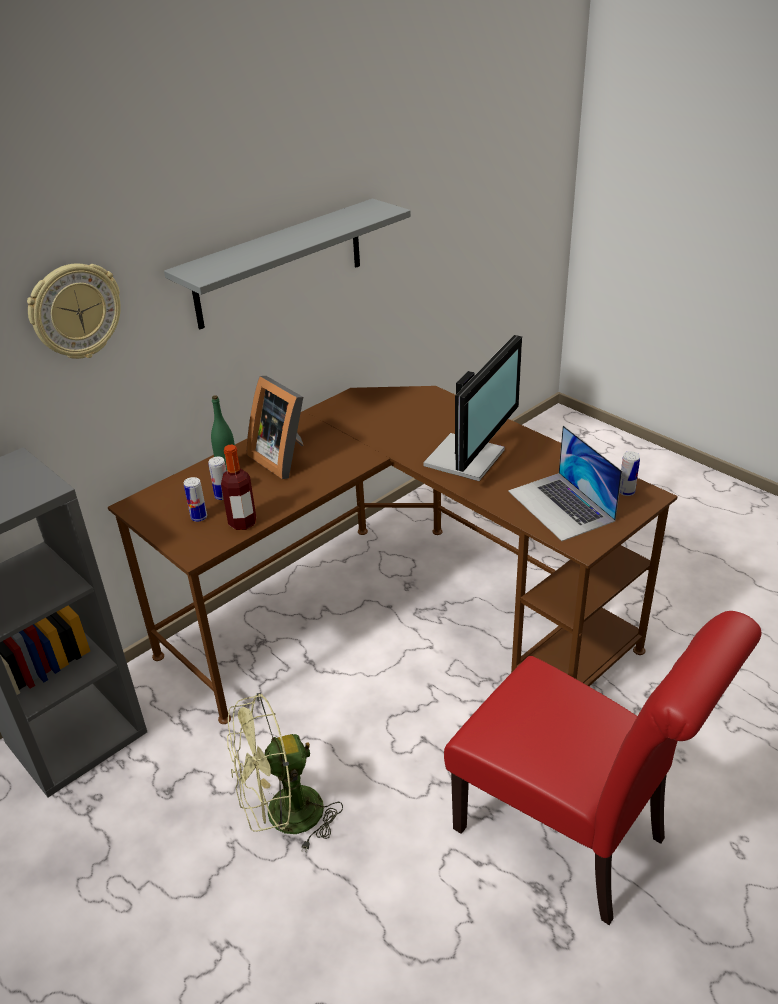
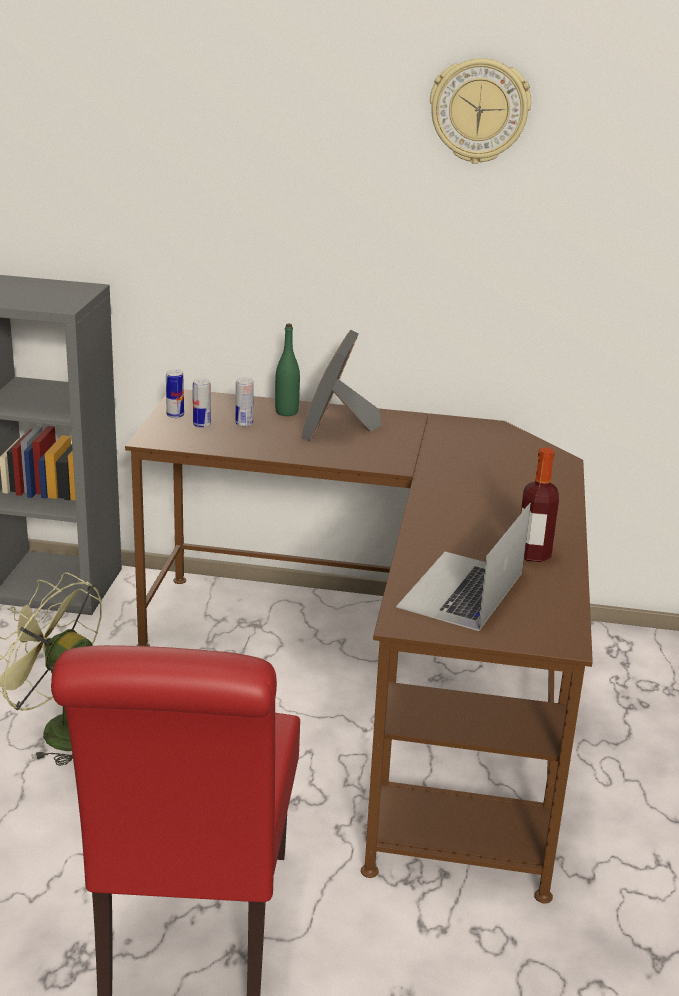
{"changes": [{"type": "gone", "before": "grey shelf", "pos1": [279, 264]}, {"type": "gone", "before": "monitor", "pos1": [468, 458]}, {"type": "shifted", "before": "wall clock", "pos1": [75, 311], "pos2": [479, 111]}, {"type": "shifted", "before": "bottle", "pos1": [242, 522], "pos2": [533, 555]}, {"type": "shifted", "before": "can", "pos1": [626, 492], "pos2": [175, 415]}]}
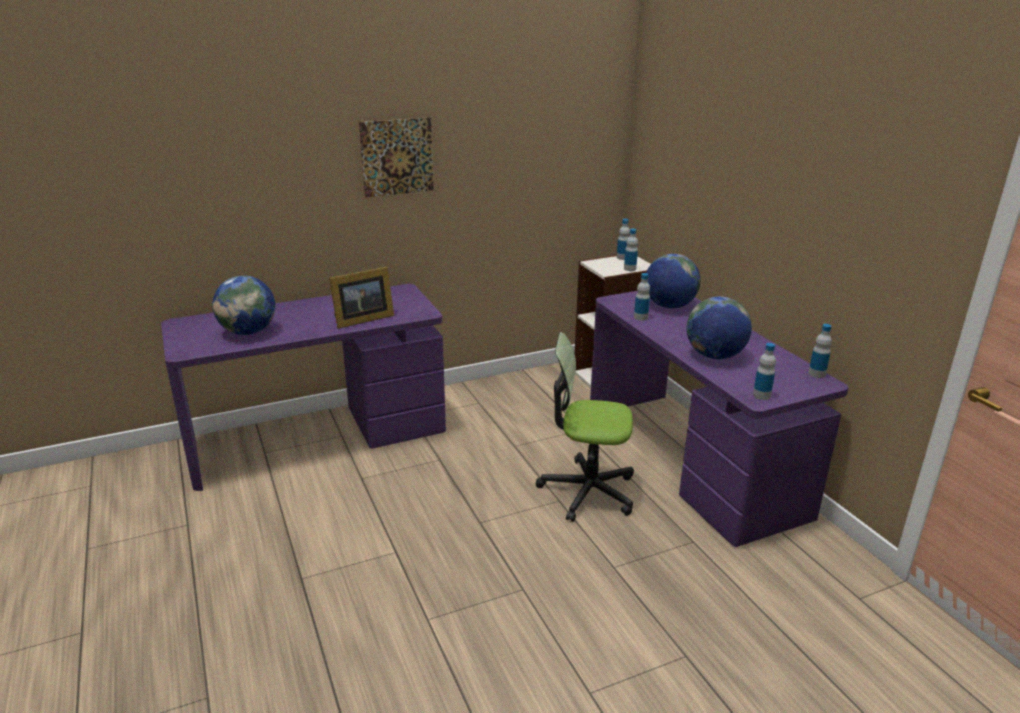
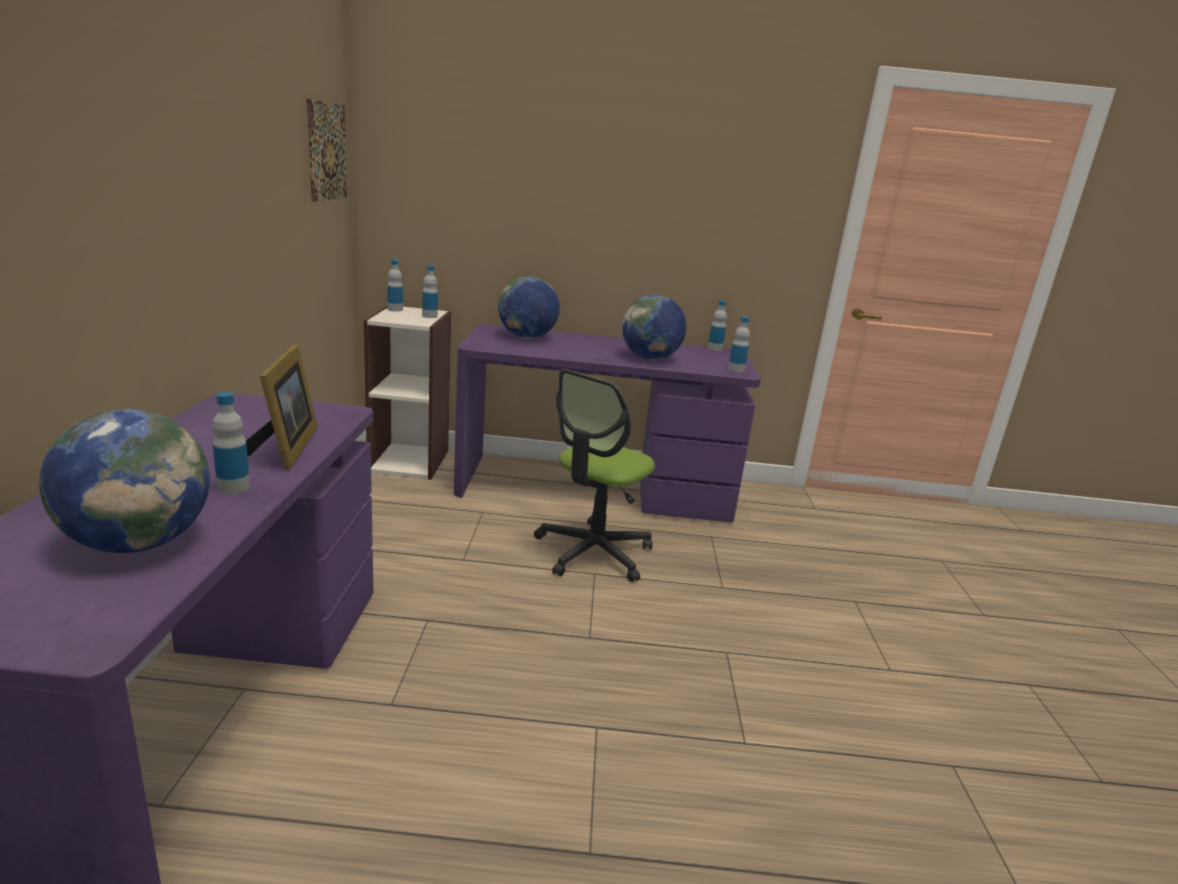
{"changes": [{"type": "shifted", "before": "picture", "pos1": [397, 157], "pos2": [327, 151]}, {"type": "shifted", "before": "bottle", "pos1": [640, 317], "pos2": [233, 487]}]}
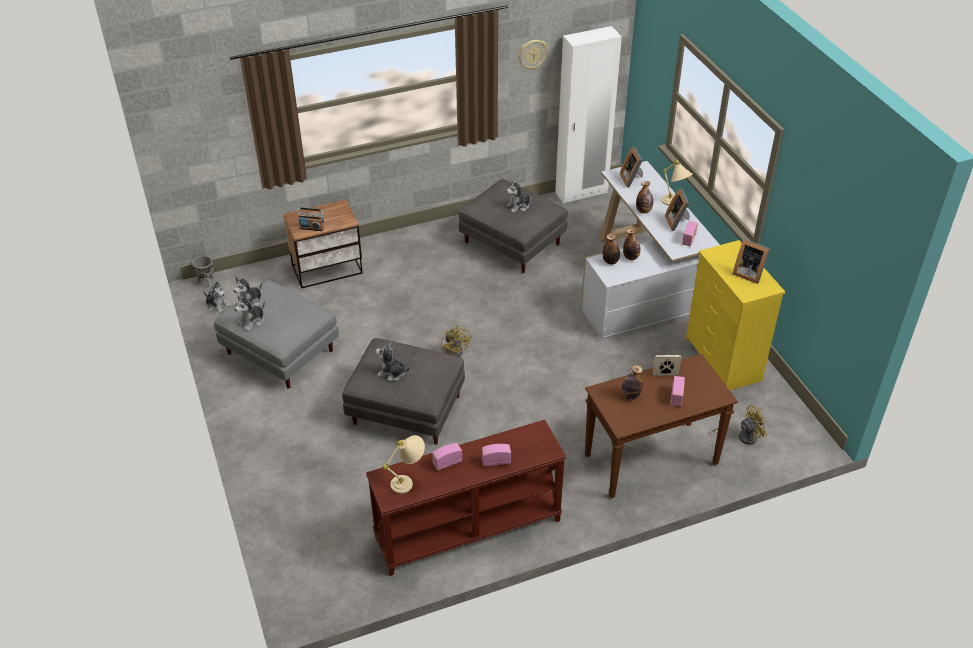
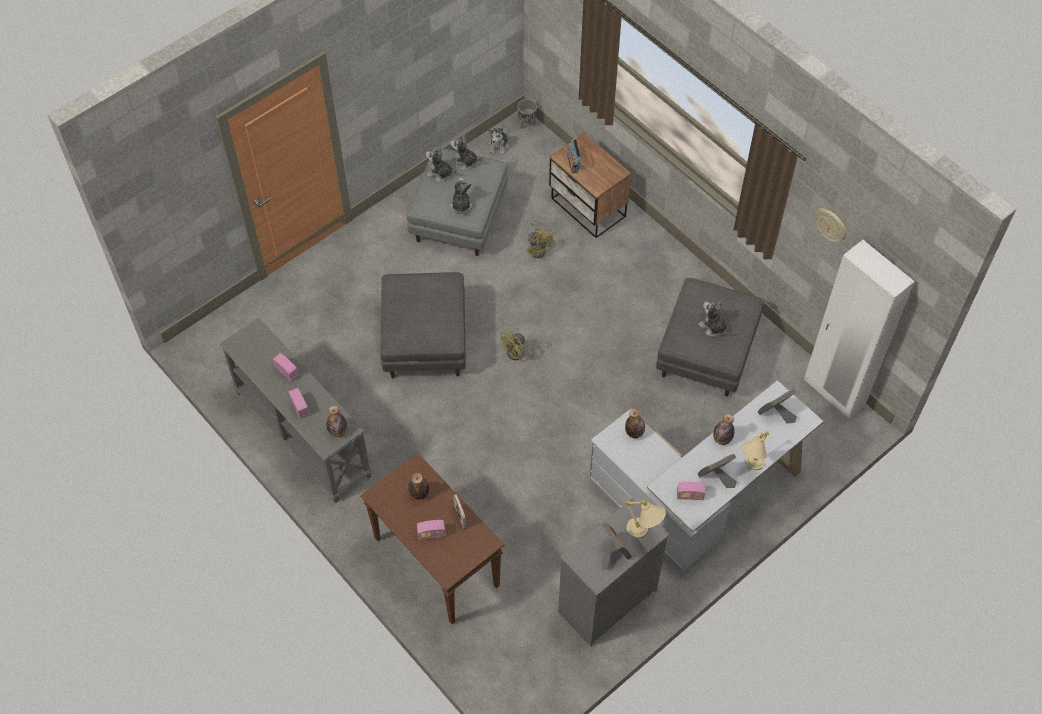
{"changes": [{"type": "shifted", "before": "plush toy", "pos1": [392, 373], "pos2": [461, 205]}, {"type": "shifted", "before": "beige table lamp", "pos1": [409, 481], "pos2": [643, 533]}, {"type": "shifted", "before": "bottle", "pos1": [631, 257], "pos2": [338, 431]}, {"type": "shifted", "before": "yellow fan", "pos1": [743, 436], "pos2": [538, 248]}, {"type": "repainted", "before": "brown console table", "after": "grey console table", "pos1": [468, 530], "pos2": [301, 434]}, {"type": "repainted", "before": "yellow dresser", "after": "grey dresser", "pos1": [723, 360], "pos2": [606, 601]}, {"type": "rotated", "before": "picture frame", "pos1": [748, 273], "pos2": [612, 553], "turn": 135}]}
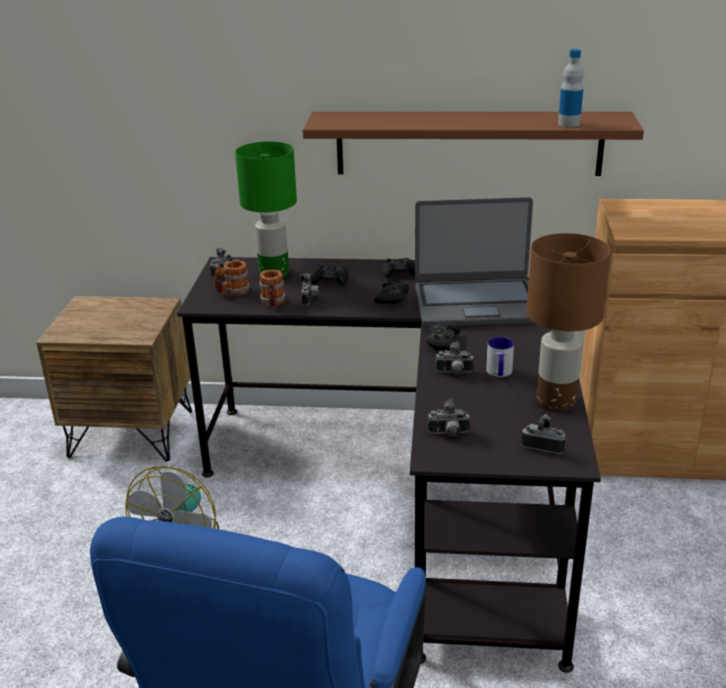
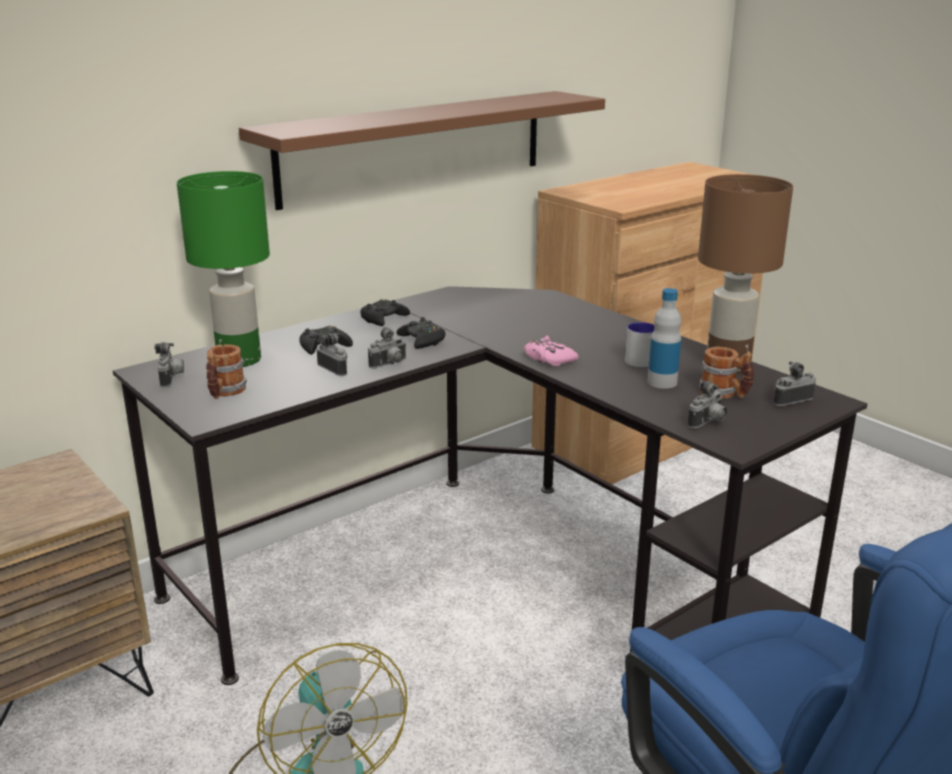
{"changes": [{"type": "gone", "before": "laptop", "pos1": [476, 304]}, {"type": "shifted", "before": "mug", "pos1": [273, 303], "pos2": [724, 394]}, {"type": "shifted", "before": "photo camera", "pos1": [454, 373], "pos2": [390, 364]}, {"type": "shifted", "before": "bottle", "pos1": [569, 123], "pos2": [662, 382]}, {"type": "repainted", "before": "black game controller", "after": "pink game controller", "pos1": [443, 342], "pos2": [548, 359]}]}
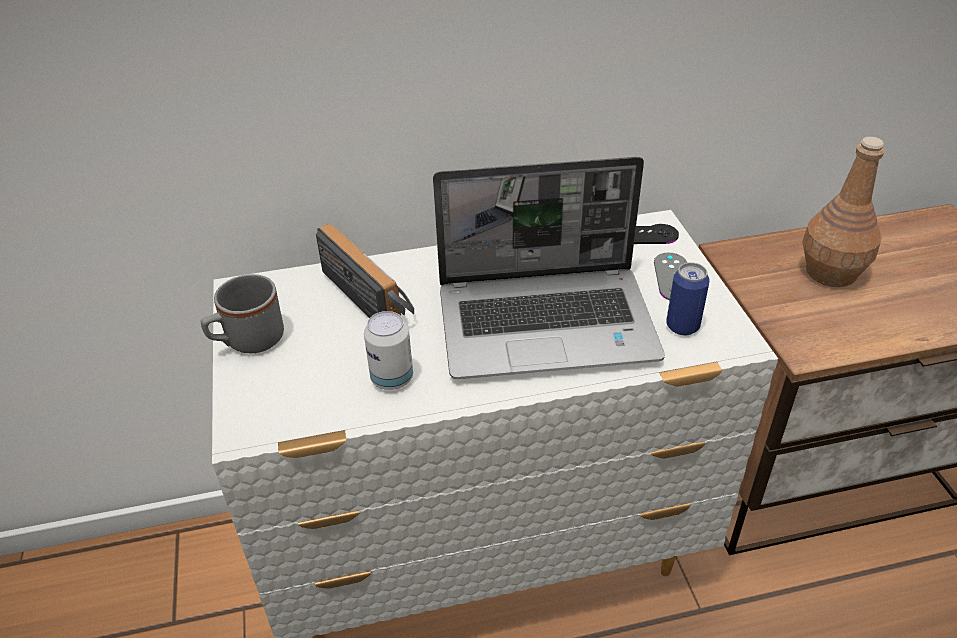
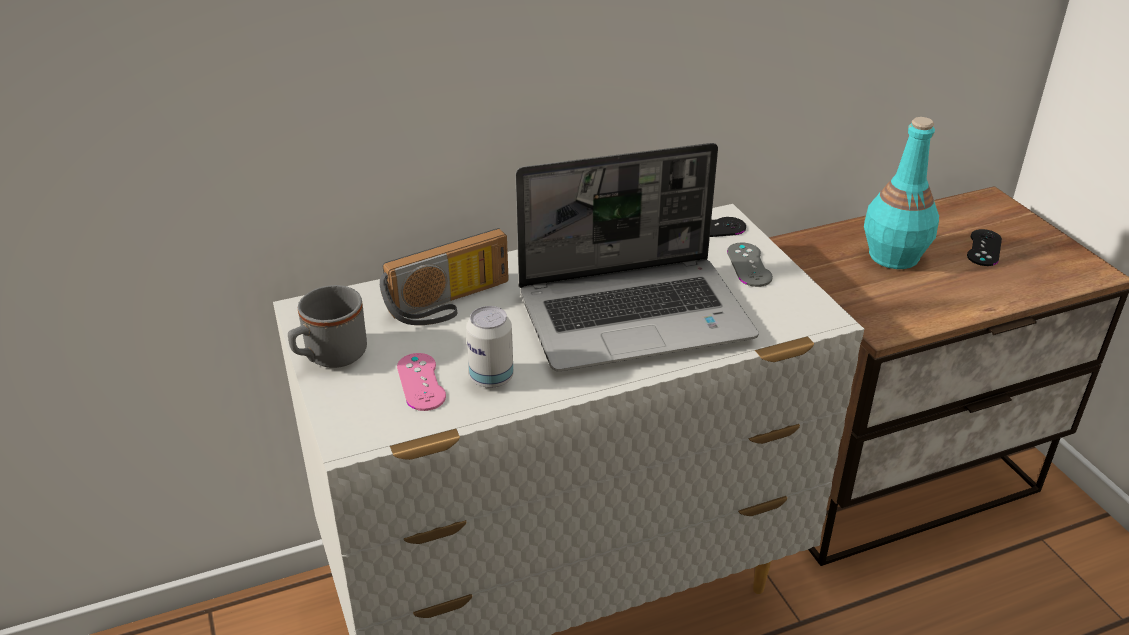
{"changes": [{"type": "gone", "before": "can", "pos1": [682, 326]}, {"type": "new", "after": "pink game controller", "pos2": [421, 382]}, {"type": "new", "after": "black game controller", "pos2": [984, 248]}, {"type": "repainted", "before": "brown bottle", "after": "turquoise bottle", "pos1": [830, 272], "pos2": [893, 256]}, {"type": "rotated", "before": "radio", "pos1": [373, 296], "pos2": [450, 304], "turn": 105}]}
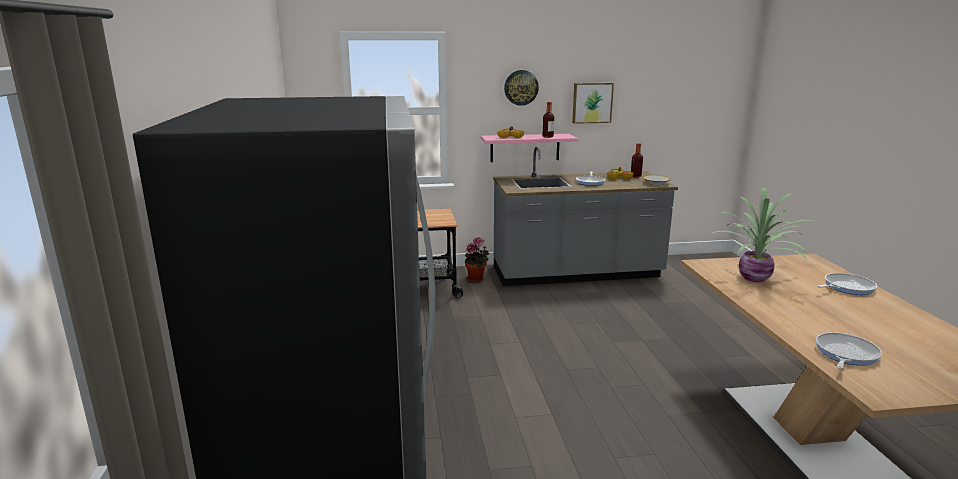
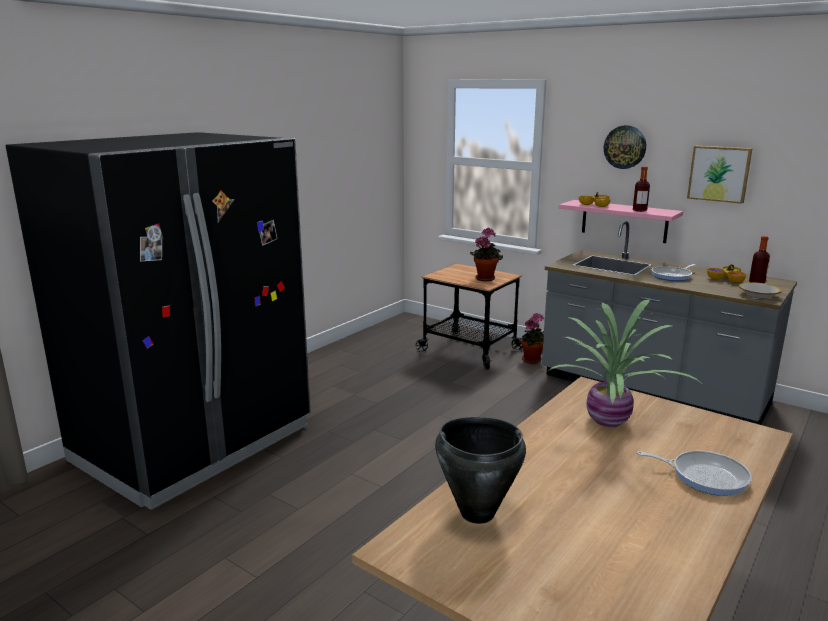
{"changes": [{"type": "new", "after": "potted plant", "pos2": [485, 278]}, {"type": "swapped", "before": "frying pan", "after": "black cooking pot", "pos1": [845, 354], "pos2": [476, 513]}]}
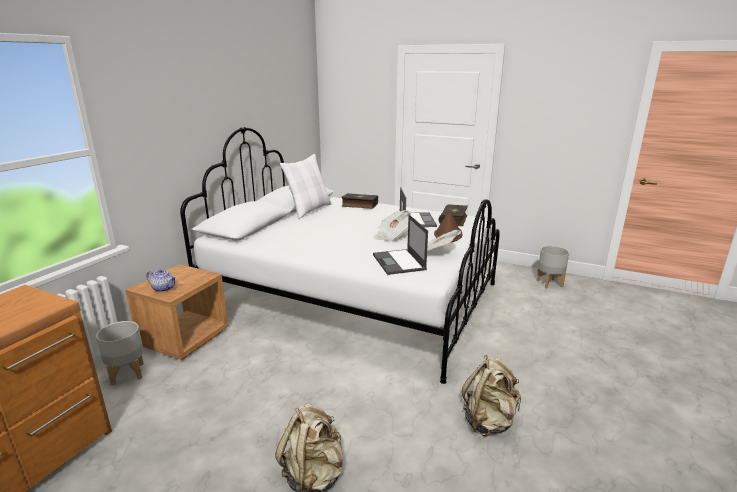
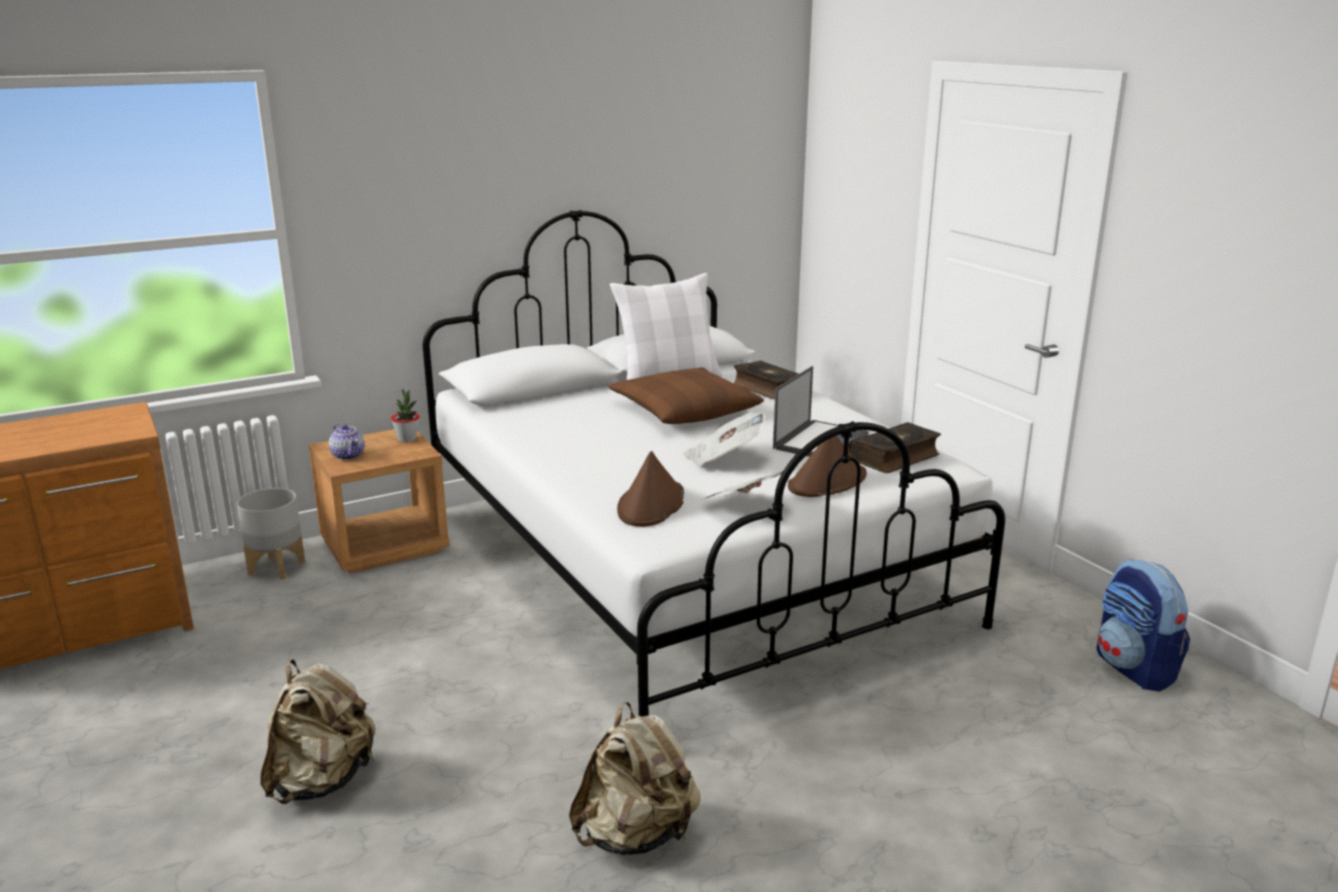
{"changes": [{"type": "new", "after": "potted plant", "pos2": [407, 439]}, {"type": "new", "after": "brown pillow", "pos2": [684, 410]}, {"type": "swapped", "before": "laptop", "after": "brown hat", "pos1": [399, 262], "pos2": [651, 505]}, {"type": "swapped", "before": "grey planter", "after": "backpack", "pos1": [549, 283], "pos2": [1135, 669]}]}
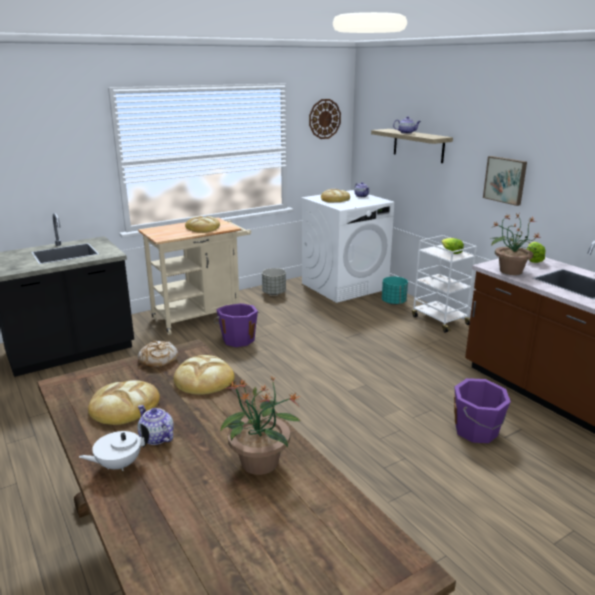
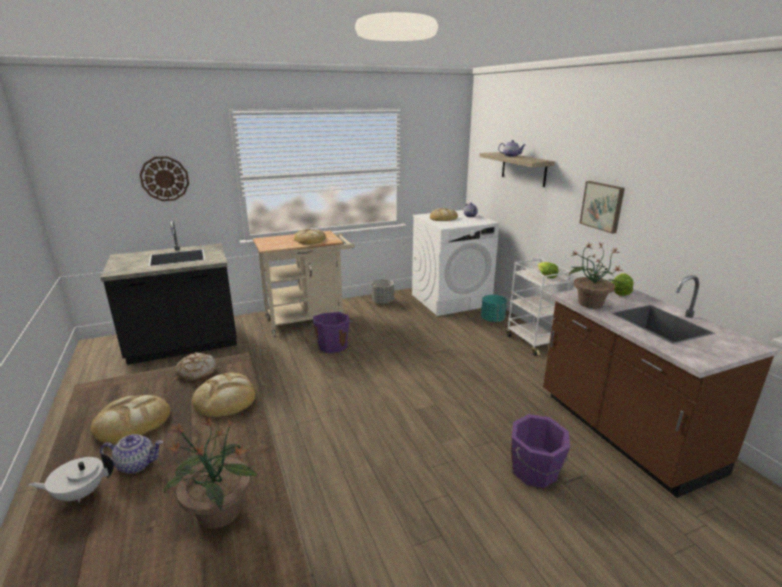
{"changes": [{"type": "shifted", "before": "wall clock", "pos1": [324, 119], "pos2": [164, 178]}, {"type": "rotated", "before": "teapot", "pos1": [156, 437], "pos2": [137, 464], "turn": 120}]}
